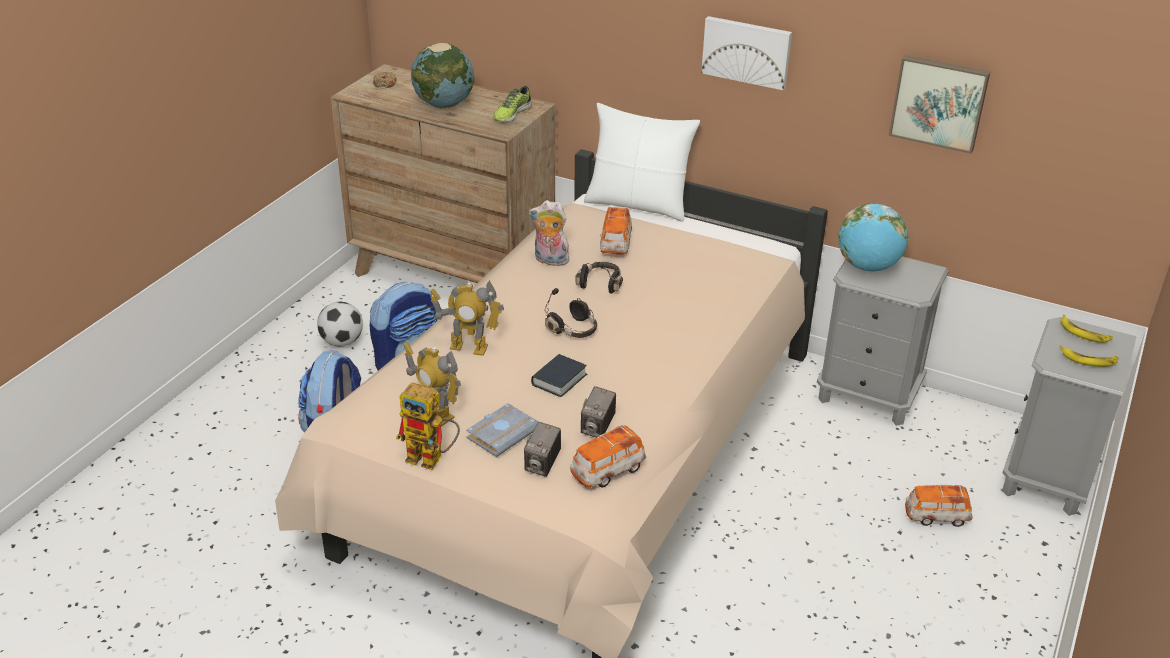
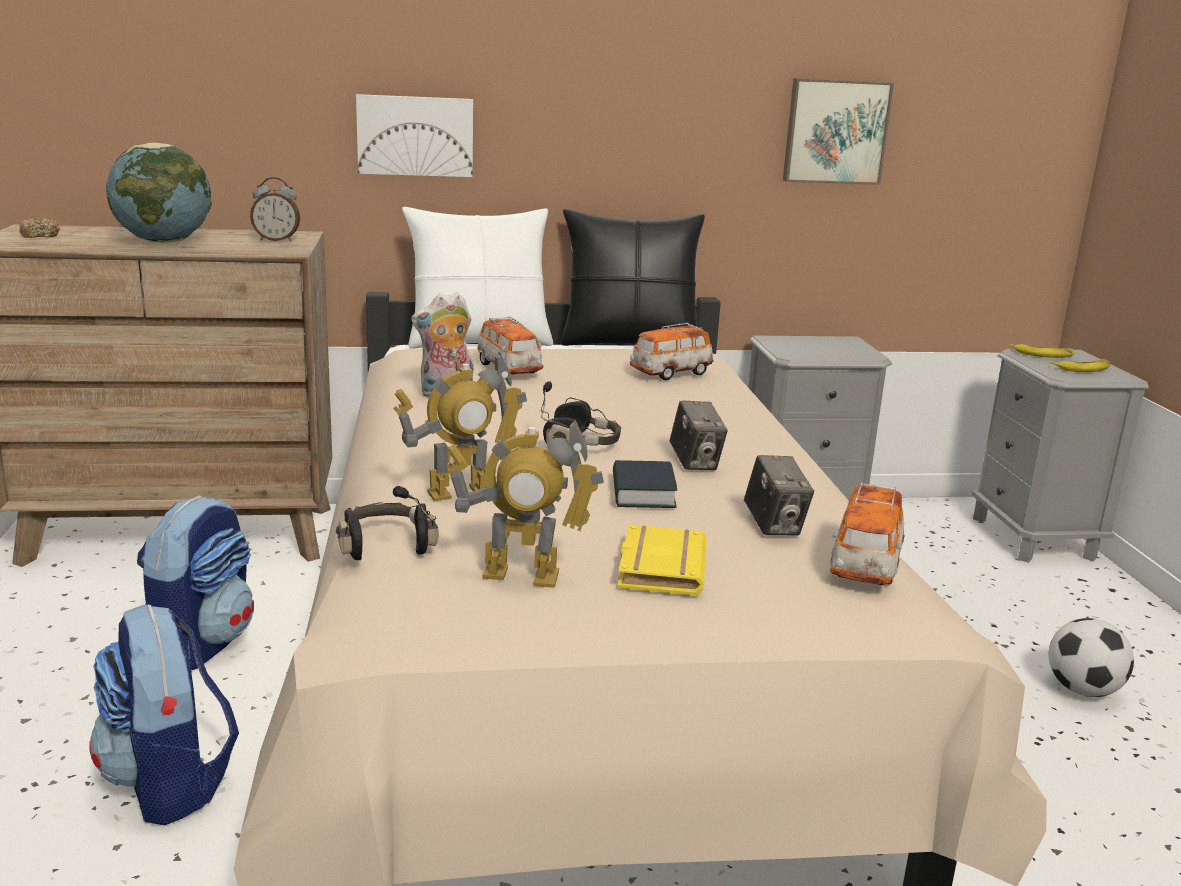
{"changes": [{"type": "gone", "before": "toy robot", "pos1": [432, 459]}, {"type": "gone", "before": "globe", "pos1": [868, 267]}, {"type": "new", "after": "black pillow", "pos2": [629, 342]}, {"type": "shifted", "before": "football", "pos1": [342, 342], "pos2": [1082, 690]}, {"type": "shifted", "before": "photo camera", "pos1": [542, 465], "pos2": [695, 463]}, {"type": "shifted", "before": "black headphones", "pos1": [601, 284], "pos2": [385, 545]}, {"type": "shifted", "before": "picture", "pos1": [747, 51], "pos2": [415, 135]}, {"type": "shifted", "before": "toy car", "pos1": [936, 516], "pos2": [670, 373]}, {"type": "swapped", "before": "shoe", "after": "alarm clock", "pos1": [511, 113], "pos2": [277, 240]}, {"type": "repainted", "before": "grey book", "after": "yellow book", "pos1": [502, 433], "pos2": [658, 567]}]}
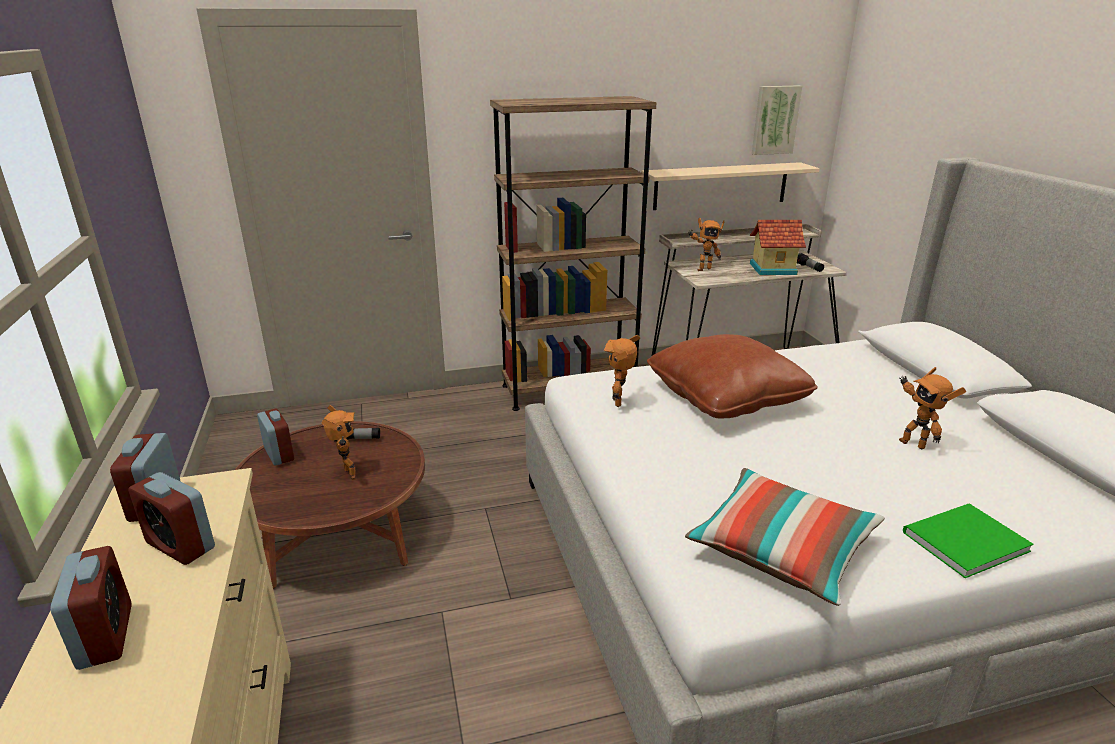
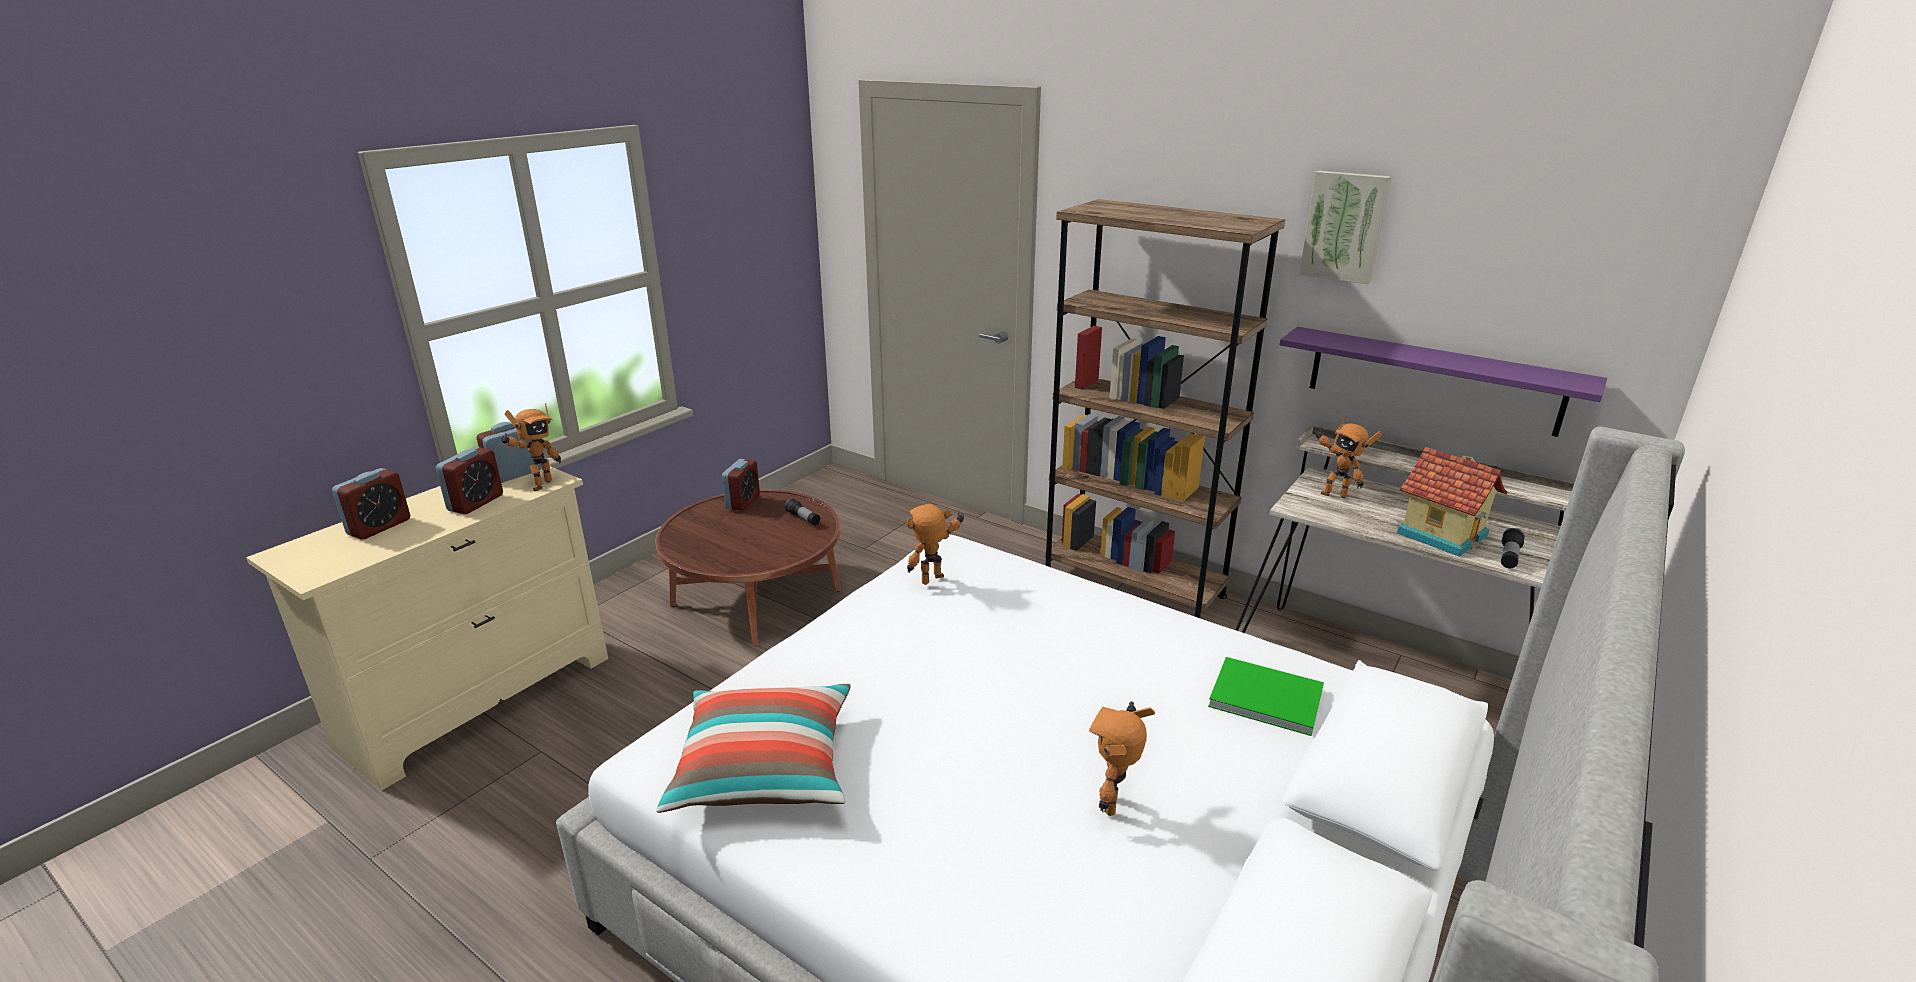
{"changes": [{"type": "gone", "before": "brown pillow", "pos1": [726, 397]}, {"type": "shifted", "before": "toy robot", "pos1": [347, 475], "pos2": [539, 485]}, {"type": "shifted", "before": "picture", "pos1": [774, 120], "pos2": [1345, 226]}, {"type": "shifted", "before": "green book", "pos1": [960, 541], "pos2": [1263, 695]}, {"type": "repainted", "before": "beige shelf", "after": "purple shelf", "pos1": [721, 186], "pos2": [1433, 380]}, {"type": "rotated", "before": "alarm clock", "pos1": [180, 545], "pos2": [476, 503], "turn": -150}]}
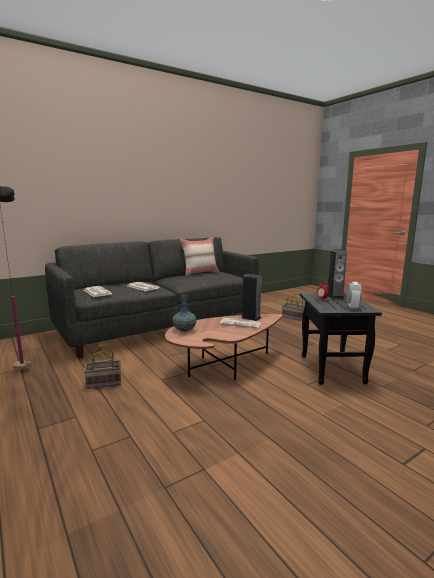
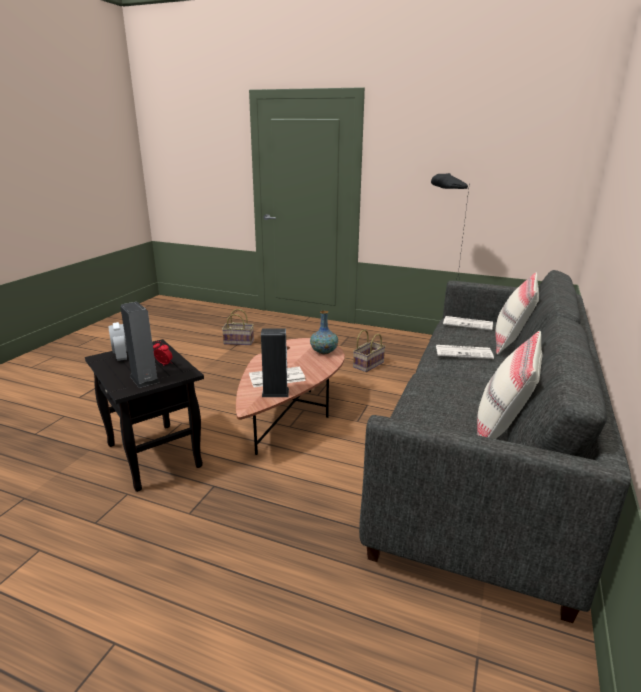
{"changes": [{"type": "new", "after": "beige pillow", "pos2": [511, 343]}, {"type": "shifted", "before": "basket", "pos1": [292, 317], "pos2": [239, 341]}]}
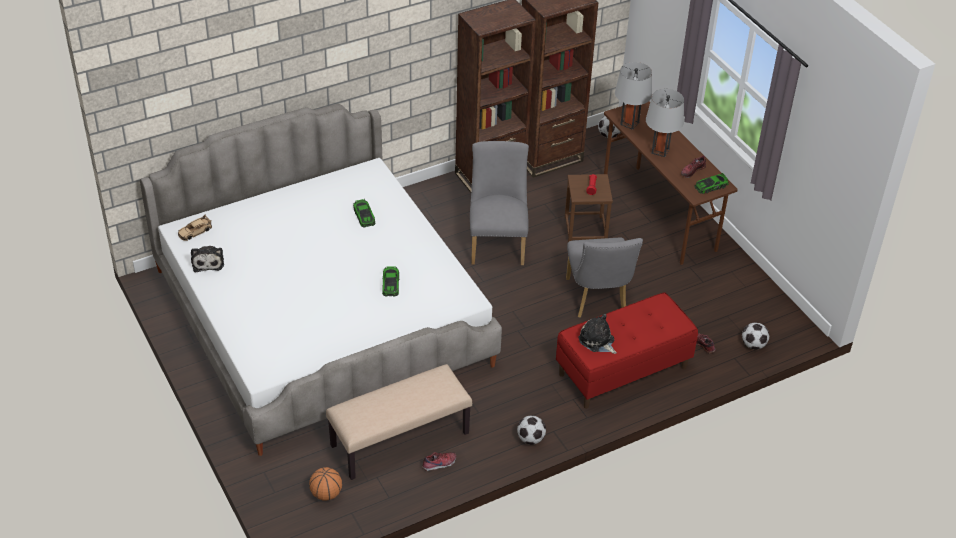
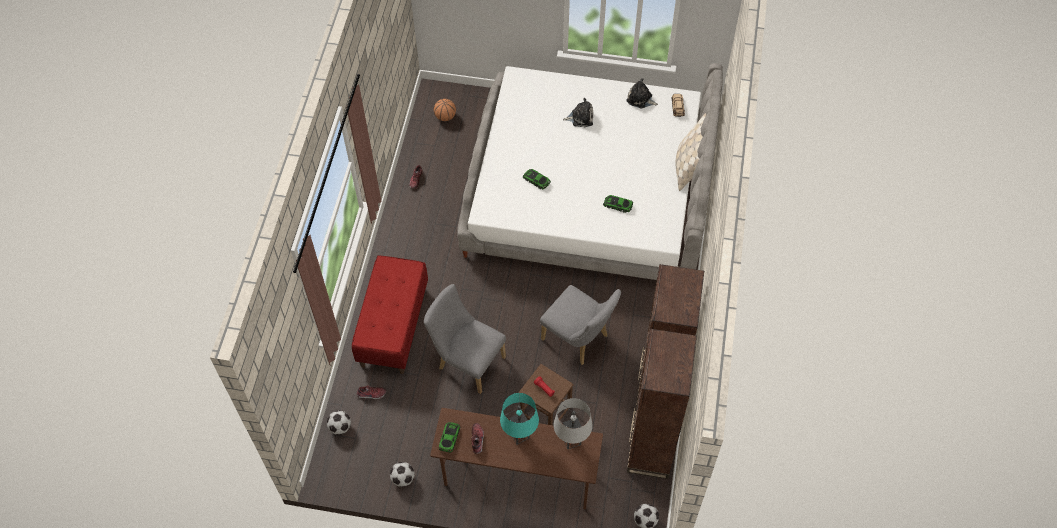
{"changes": [{"type": "gone", "before": "beige bench", "pos1": [400, 439]}, {"type": "new", "after": "beige pillow", "pos2": [687, 167]}, {"type": "shifted", "before": "football", "pos1": [530, 439], "pos2": [403, 478]}, {"type": "shifted", "before": "plush toy", "pos1": [597, 341], "pos2": [580, 117]}, {"type": "repainted", "before": "grey table lamp", "after": "turquoise table lamp", "pos1": [660, 151], "pos2": [519, 435]}]}
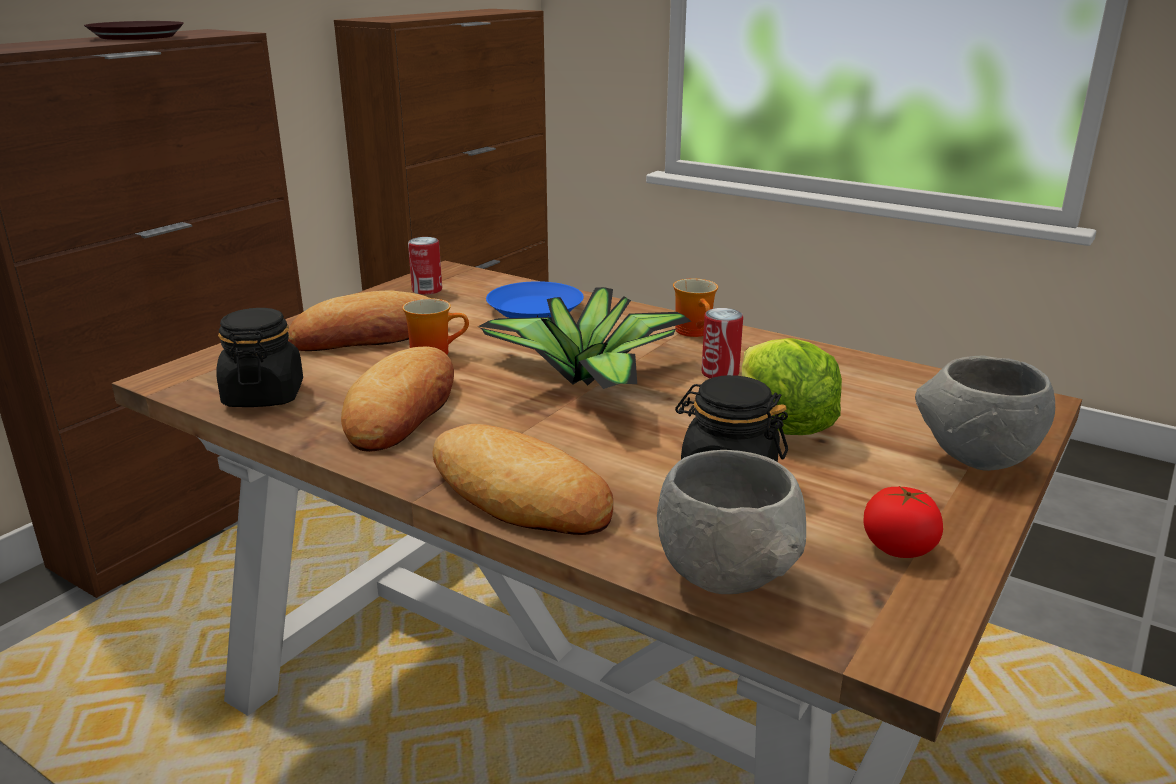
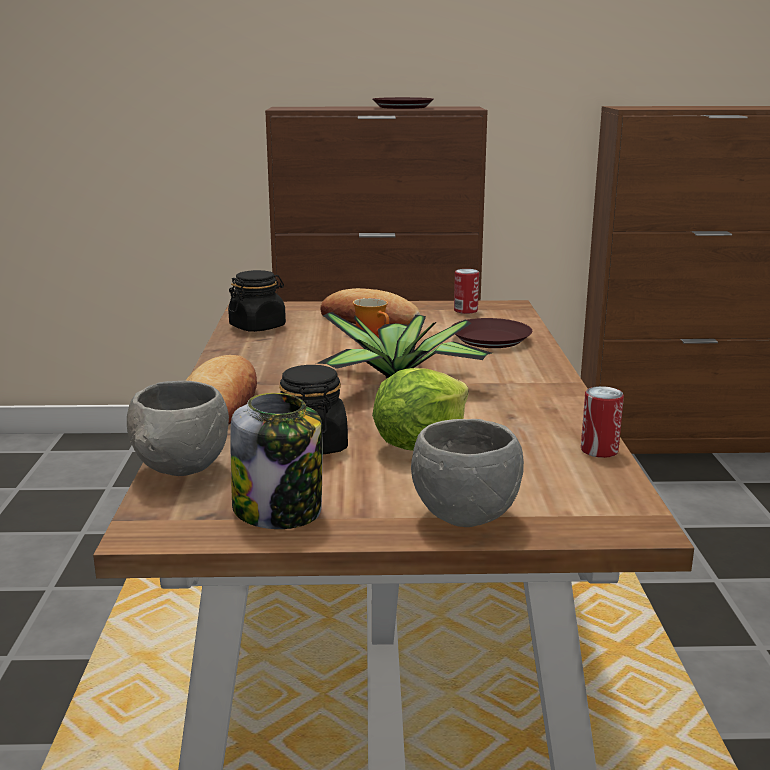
{"changes": [{"type": "gone", "before": "bread", "pos1": [402, 409]}, {"type": "gone", "before": "mug", "pos1": [697, 332]}, {"type": "shifted", "before": "can", "pos1": [720, 373], "pos2": [599, 450]}, {"type": "swapped", "before": "tomato", "after": "jar", "pos1": [898, 548], "pos2": [279, 511]}, {"type": "repainted", "before": "blue plate", "after": "brown plate", "pos1": [536, 309], "pos2": [491, 340]}]}
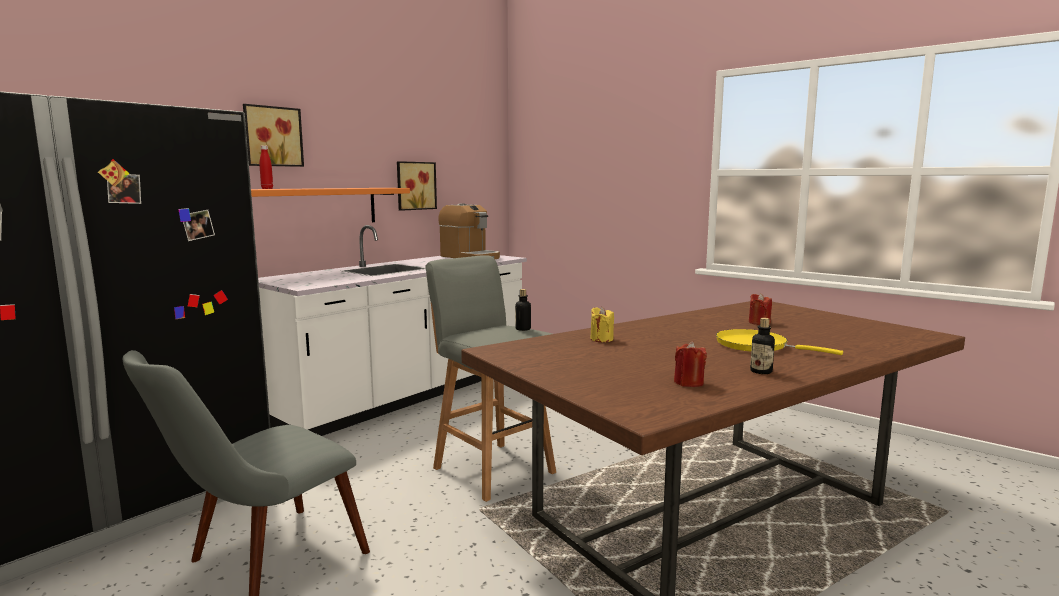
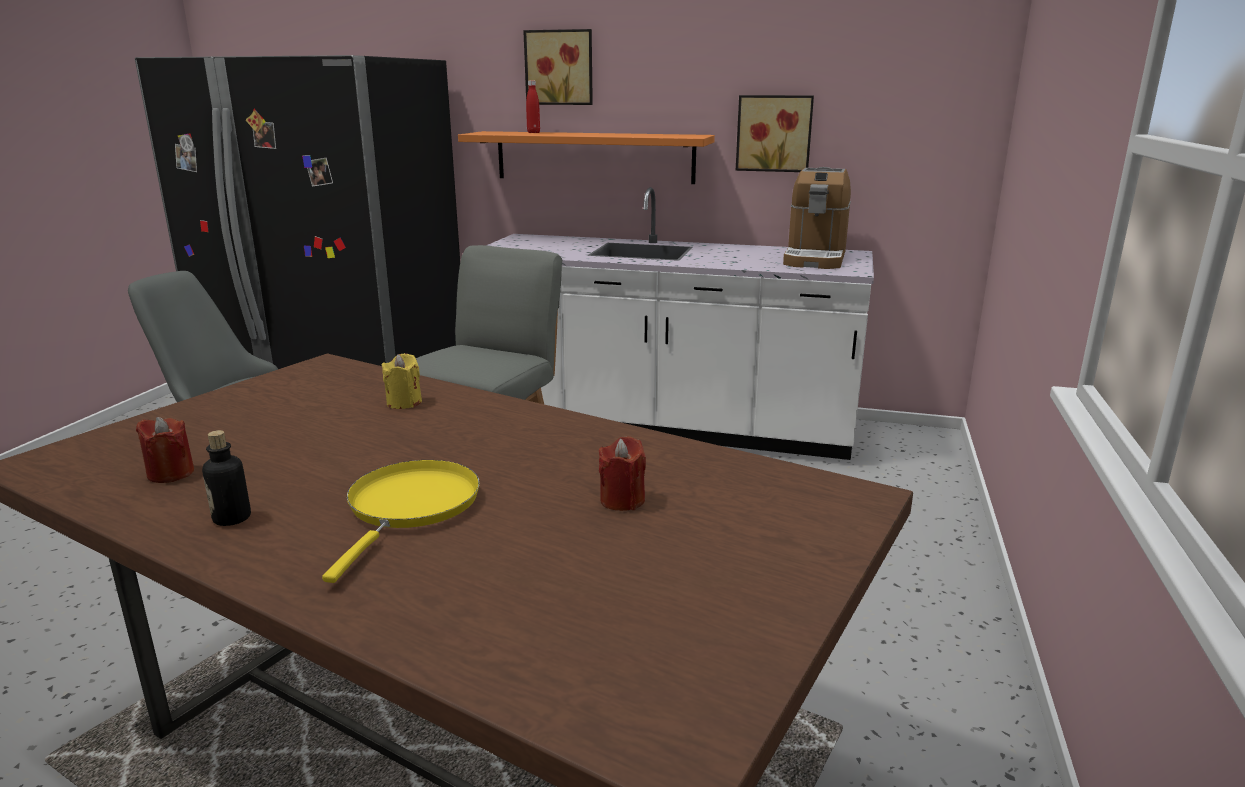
{"changes": [{"type": "gone", "before": "bottle", "pos1": [523, 329]}]}
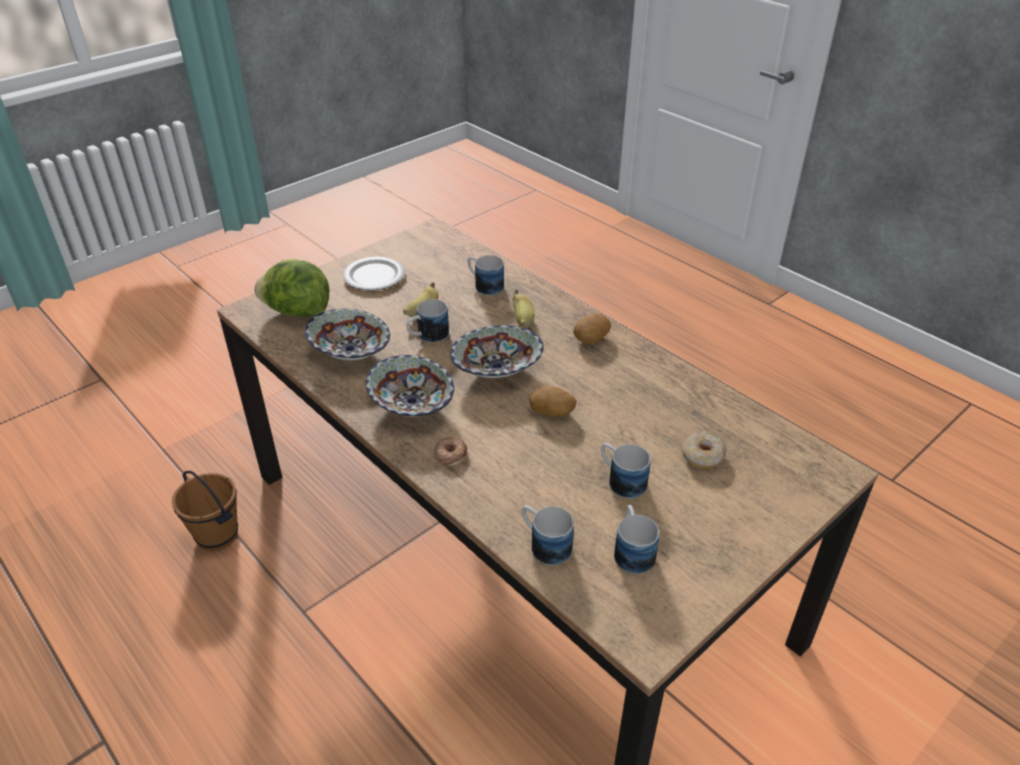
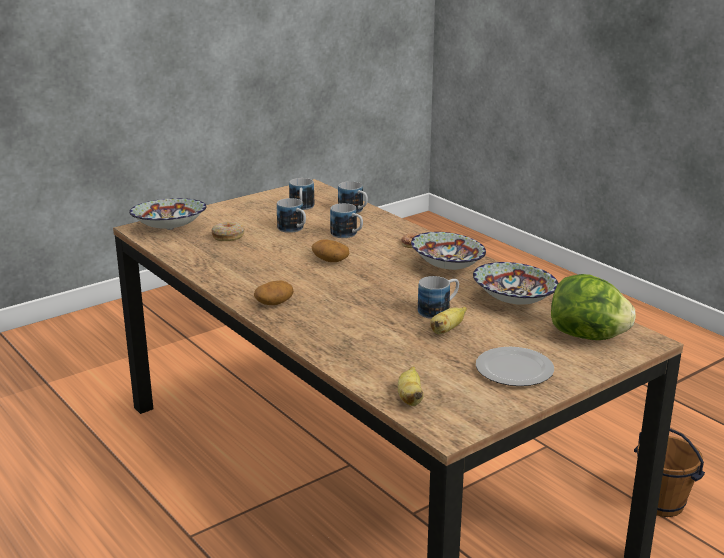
{"changes": [{"type": "shifted", "before": "bowl", "pos1": [496, 369], "pos2": [170, 228]}, {"type": "shifted", "before": "mug", "pos1": [484, 285], "pos2": [348, 235]}, {"type": "shifted", "before": "banana", "pos1": [523, 321], "pos2": [410, 398]}]}
